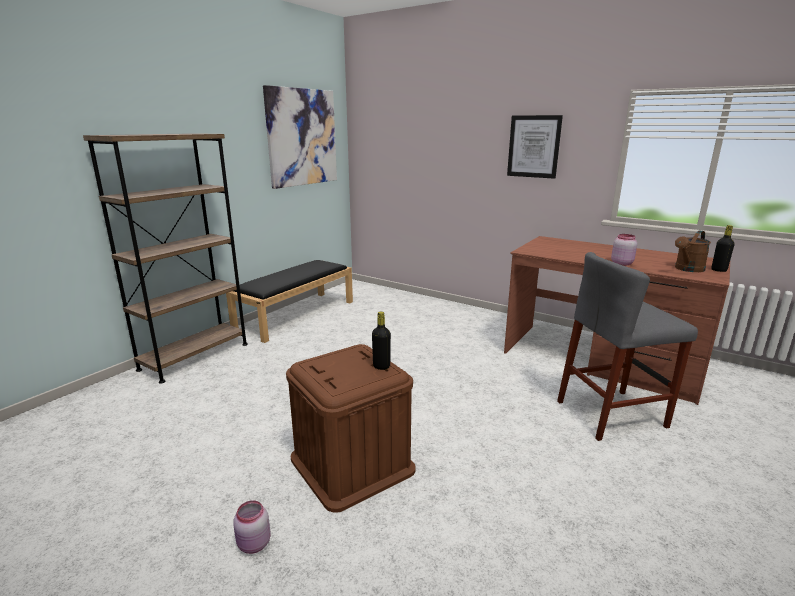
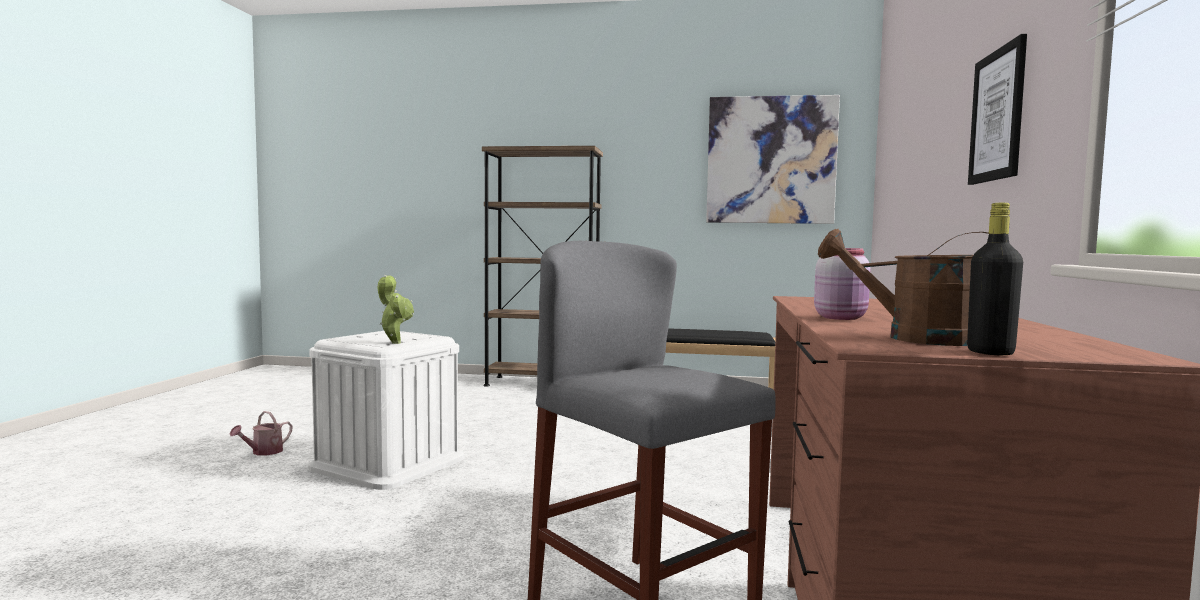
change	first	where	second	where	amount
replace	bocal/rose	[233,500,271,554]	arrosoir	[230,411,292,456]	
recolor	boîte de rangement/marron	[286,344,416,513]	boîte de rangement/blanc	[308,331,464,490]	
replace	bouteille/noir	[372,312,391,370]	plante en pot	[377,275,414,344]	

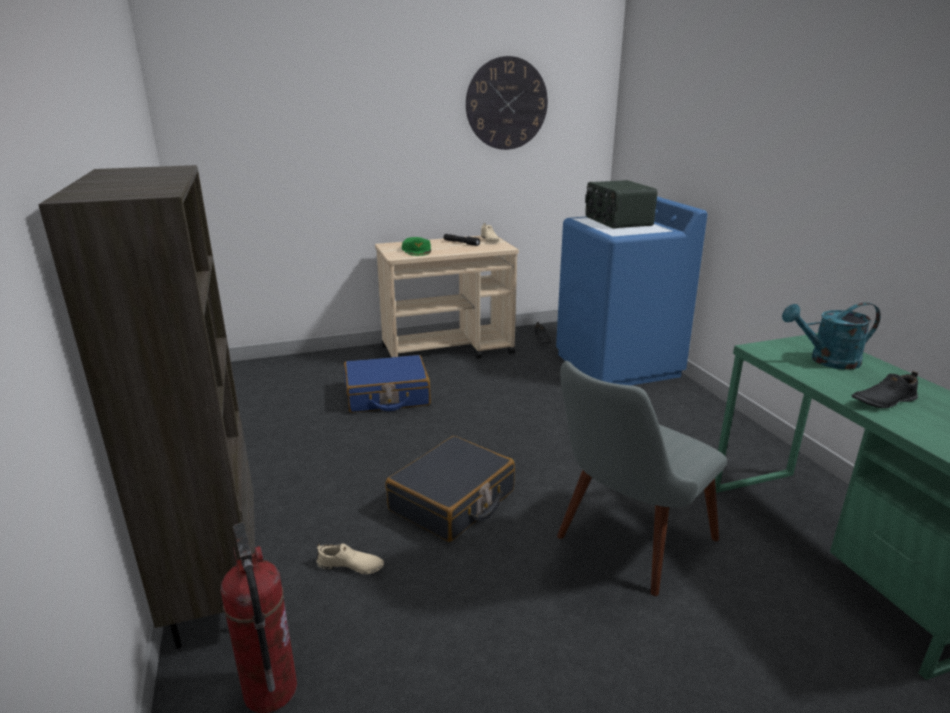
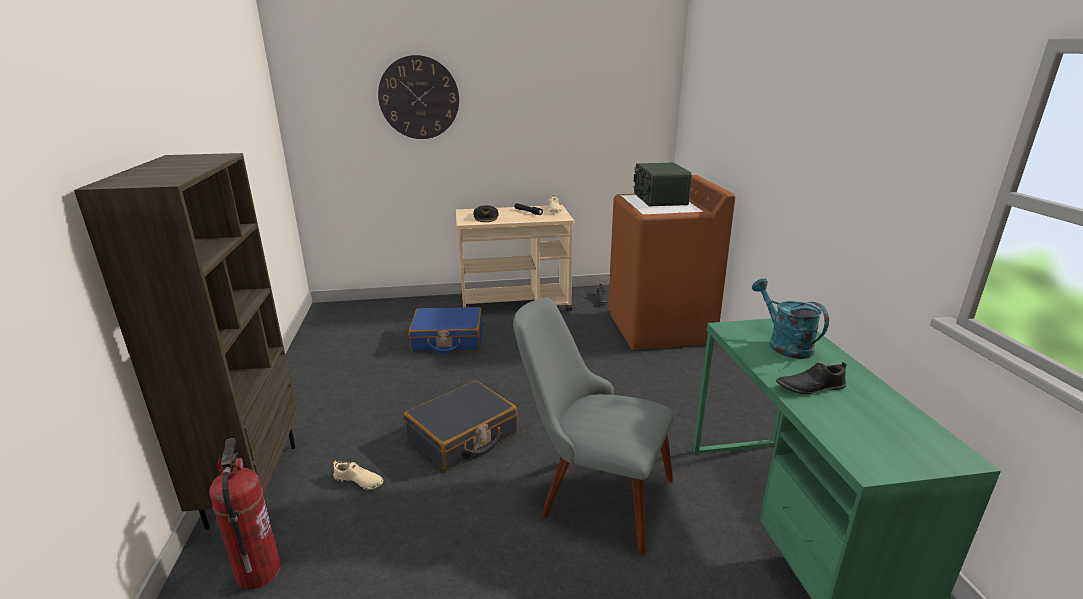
change	first	where	second	where	amount
recolor	casquette/vert	[402,237,431,256]	casquette/noir	[474,205,499,222]	
move	horloge murale	[466,56,548,150]		[378,55,459,139]	
recolor	lave-linge/bleu	[556,197,707,385]	lave-linge/marron	[608,175,736,350]	
rotate	chaise/gris	[557,361,727,596]		[513,298,674,556]	60 degrees clockwise
rotate	arrosoir/turquoise	[782,302,881,370]		[752,278,829,359]	60 degrees clockwise

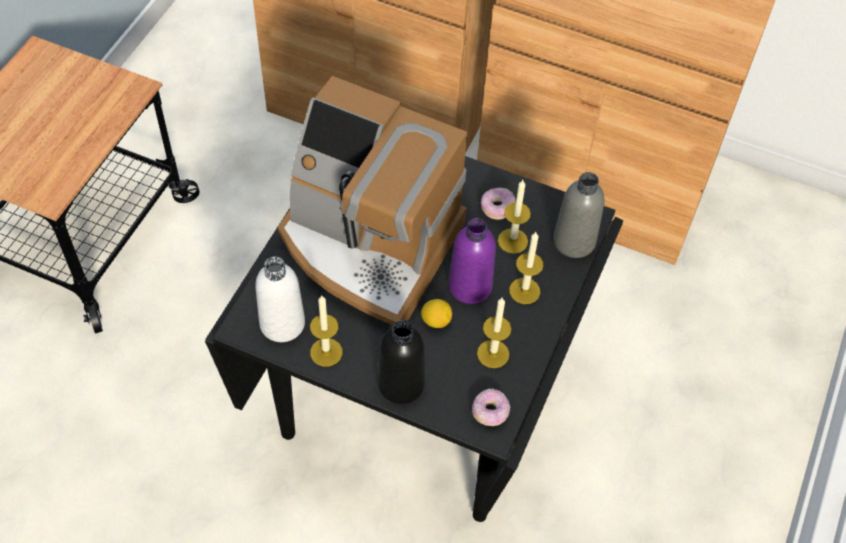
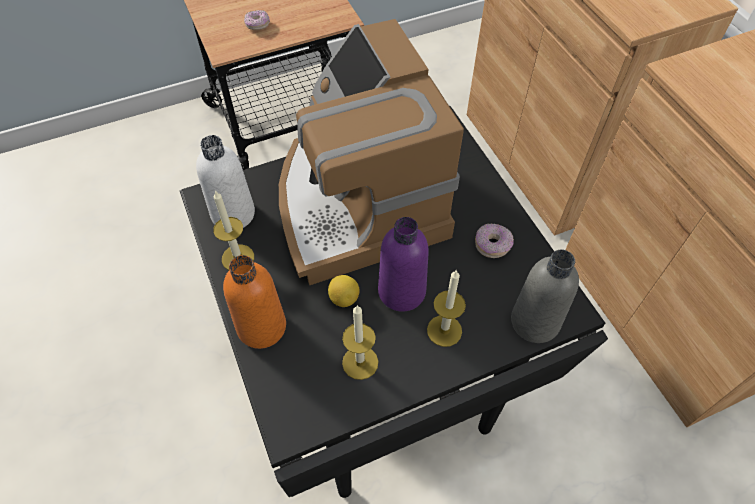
change	first	where	second	where	amount
recolor	bouteille/noir	[378,320,425,404]	bouteille/orange	[223,255,286,349]	
move	beignet	[472,389,510,426]		[244,10,270,30]	
delete	bougie	[498,180,531,253]			

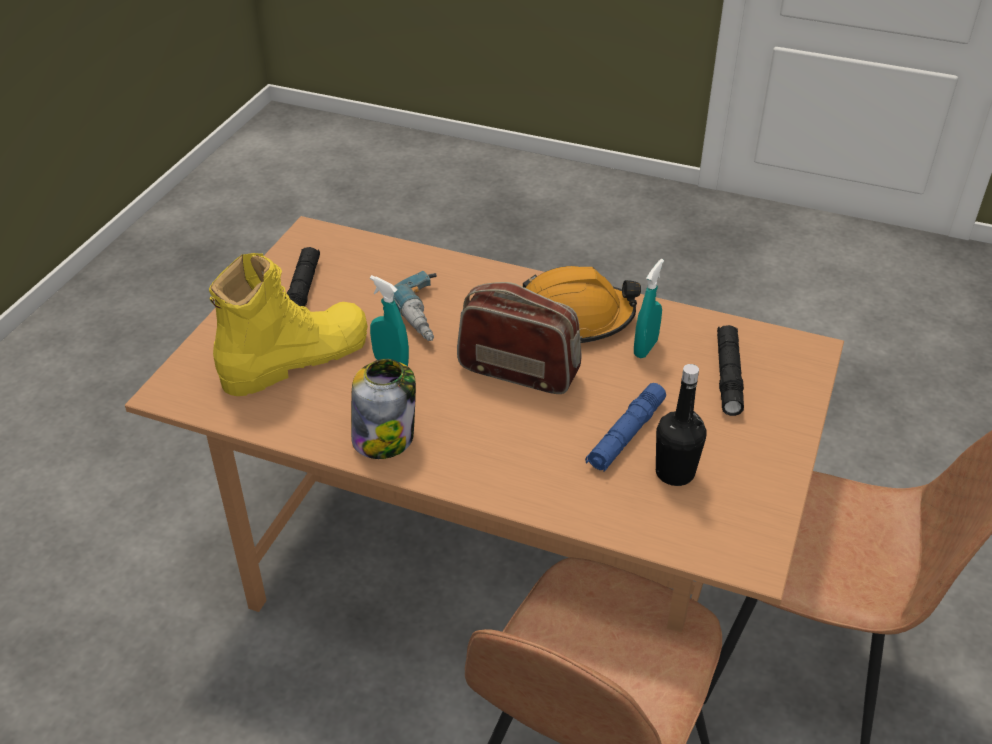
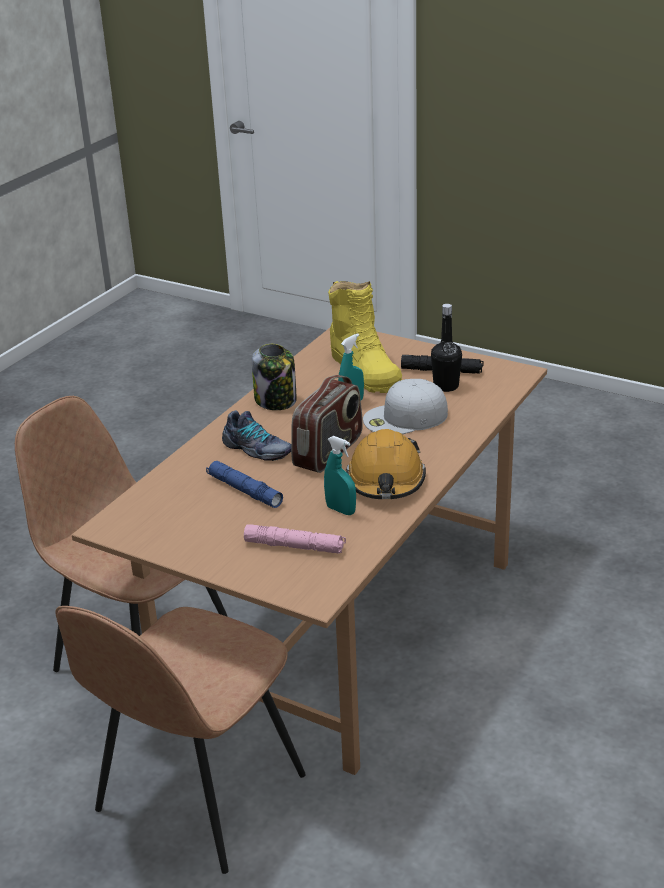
change	first	where	second	where	amount
replace	perceuse	[393,271,437,341]	casquette/blanc	[363,379,448,434]	
move	bouteille/noir	[656,364,707,486]		[431,304,462,392]	
recolor	lampe de poche/noir	[717,325,744,416]	lampe de poche/rose	[244,524,346,554]	
insert			chaussure	[222,410,291,461]	

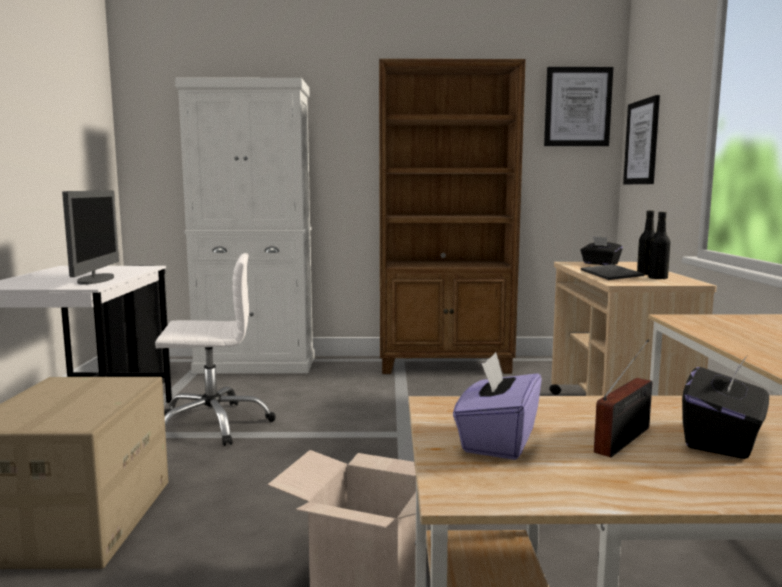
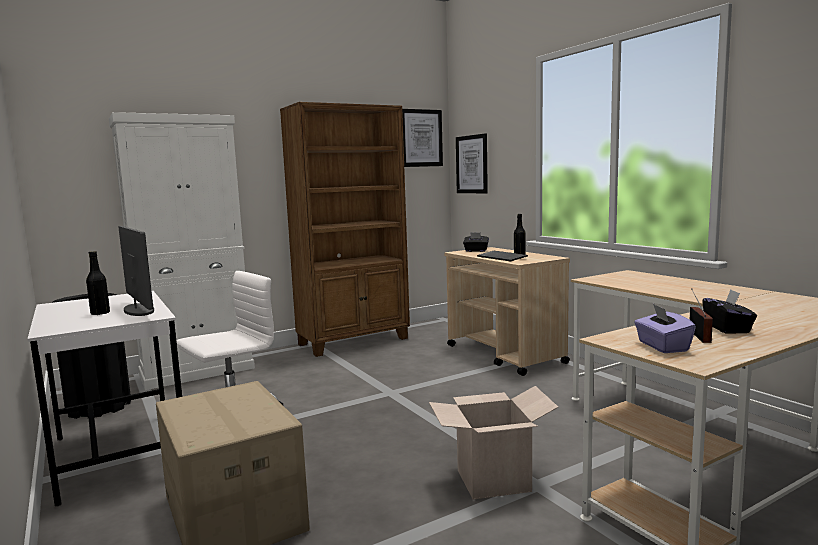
change	first	where	second	where	amount
move	bouteille/noir	[648,212,671,279]		[86,251,110,315]	

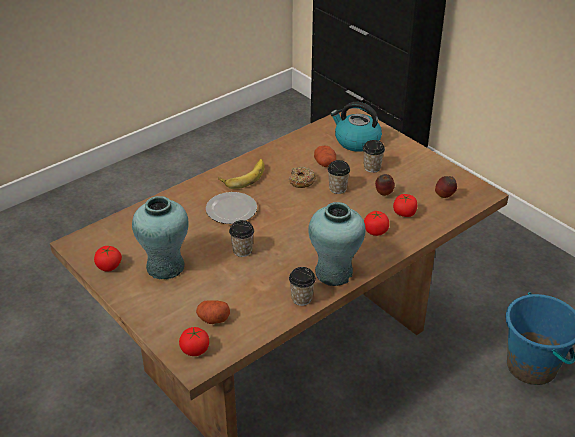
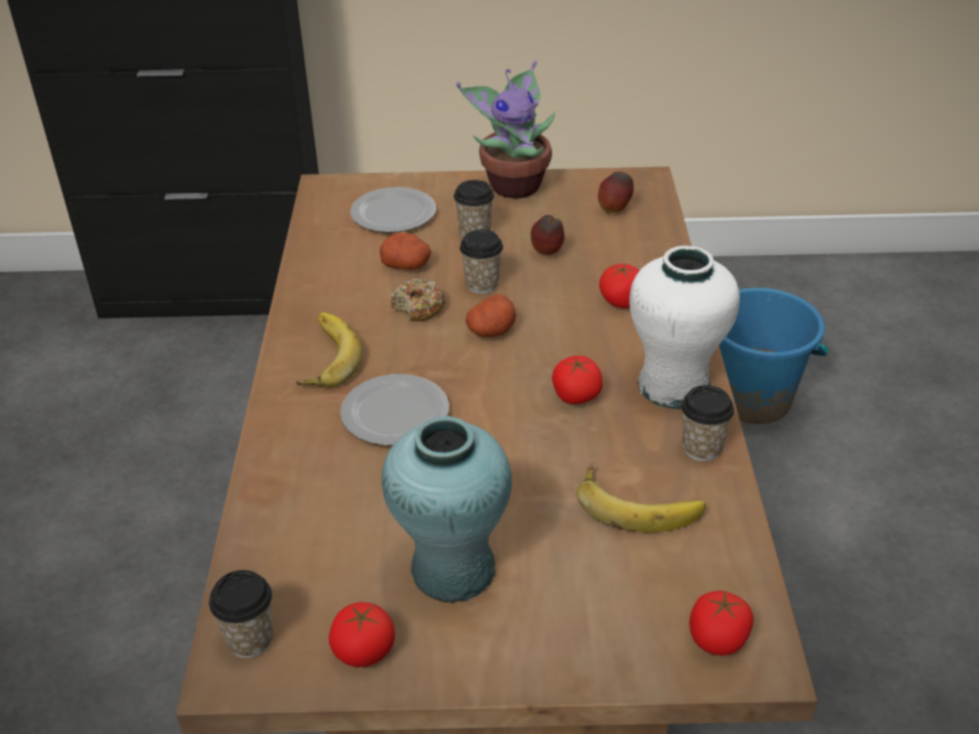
change	first	where	second	where	amount
move	pomme de terre	[196,300,230,324]		[466,294,516,337]	
move	tasse	[229,220,254,257]		[209,570,274,658]	
recolor	vase/turquoise	[308,202,366,286]	vase/blanc	[629,246,740,409]	
replace	bouilloire	[330,102,382,152]	assiette	[350,187,436,233]	
move	tomate	[393,194,417,217]		[552,356,603,404]	
insert			plante en pot	[456,61,555,199]	
insert			banane	[577,463,706,532]	

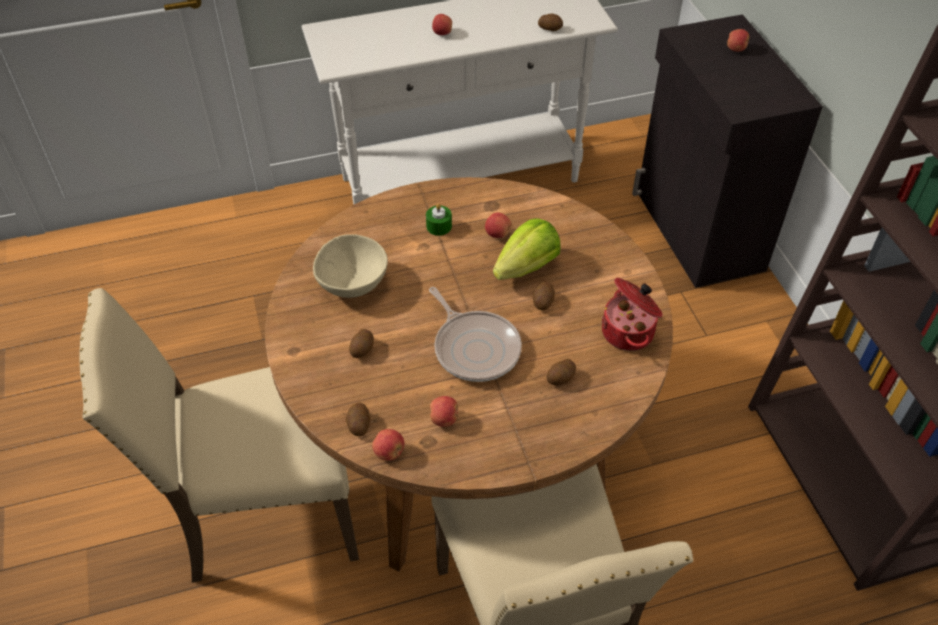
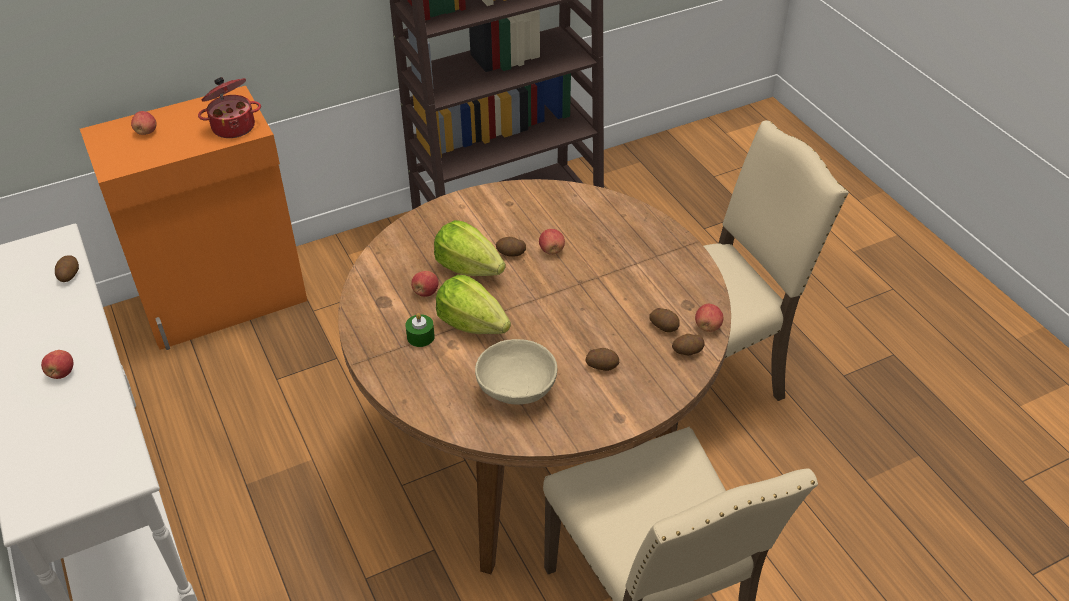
change	first	where	second	where	amount
delete	poêle	[429,287,522,382]			
move	pomme	[430,396,459,427]		[539,229,565,255]	
move	pomme de terre	[547,359,576,385]		[649,308,680,332]	
move	marmite	[601,278,663,351]		[198,77,261,138]	
recolor	meuble de rangement/noir	[632,14,823,288]	meuble de rangement/orange	[80,86,307,350]	
insert			laitue	[436,275,511,334]	

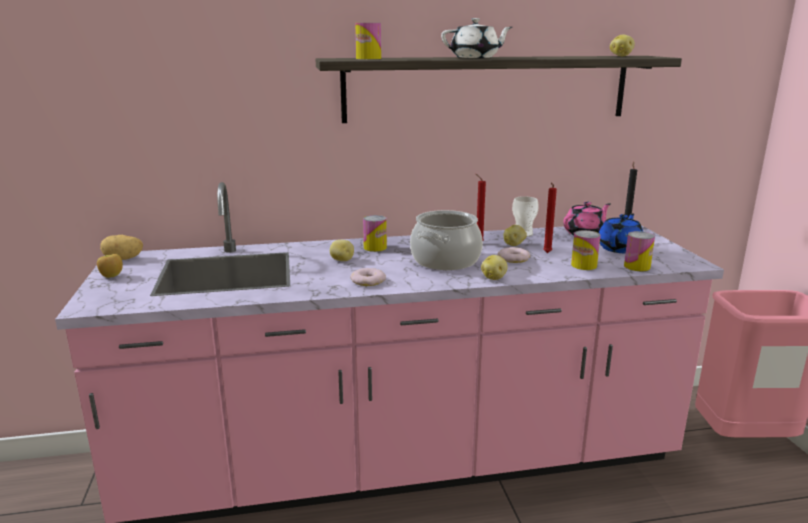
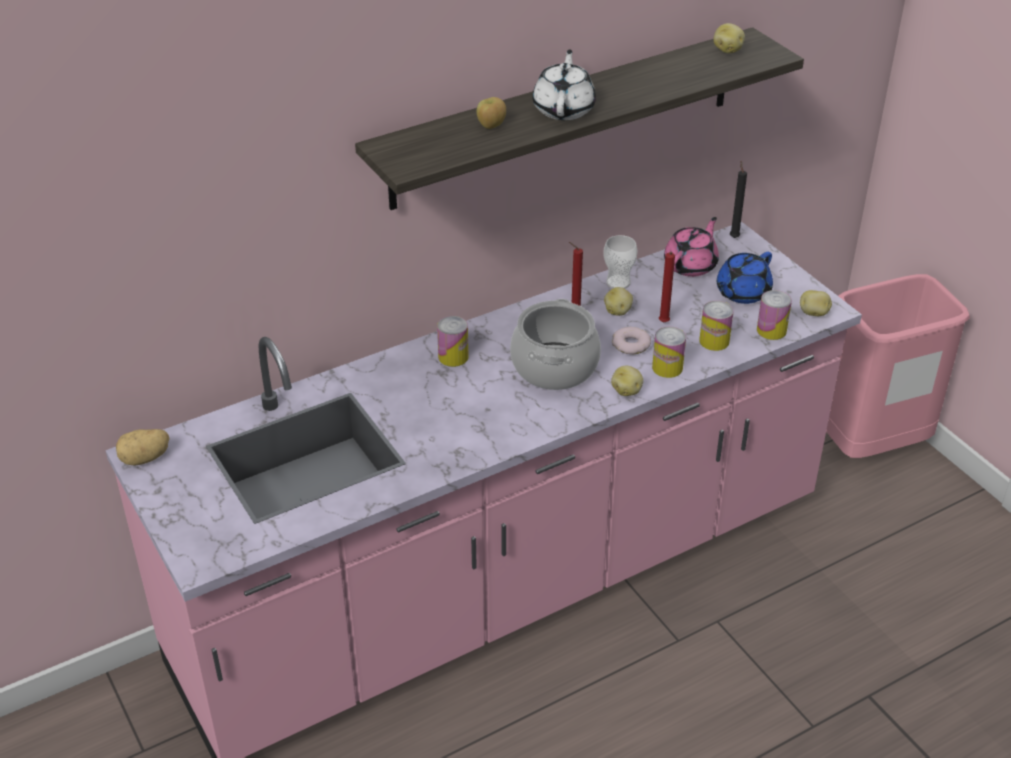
change	first	where	second	where	amount
move	pomme	[97,254,123,278]		[477,97,506,129]	
move	pomme de terre	[330,240,354,261]		[800,290,832,316]	
delete	beignet	[350,268,386,286]			
move	boîte métallique	[355,23,381,59]		[652,327,686,378]	
rotate	théière/blanc	[441,18,512,58]		[533,50,596,120]	45 degrees counterclockwise
rotate	théière/bleu	[599,213,643,253]		[717,252,773,304]	150 degrees counterclockwise

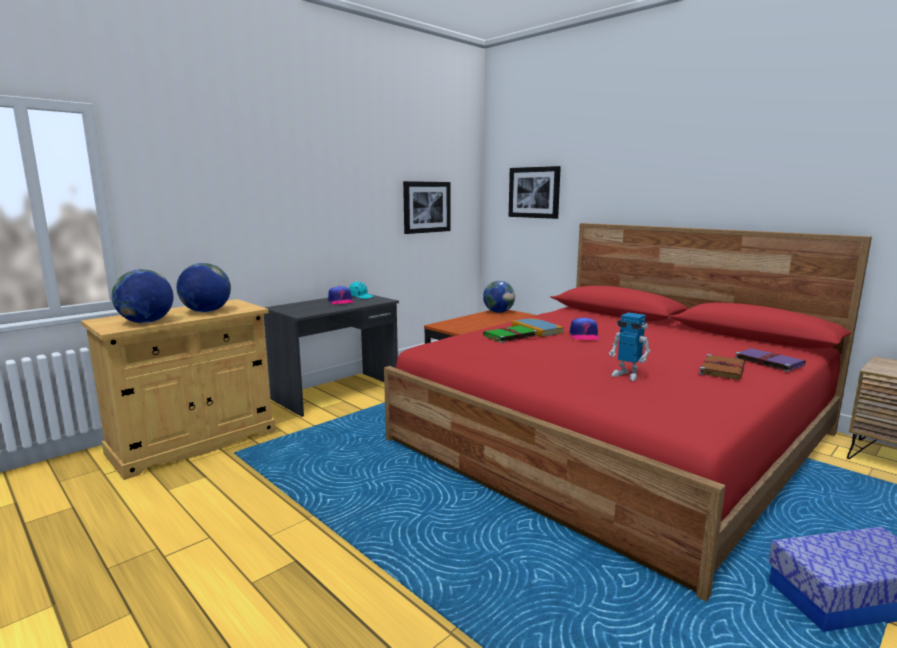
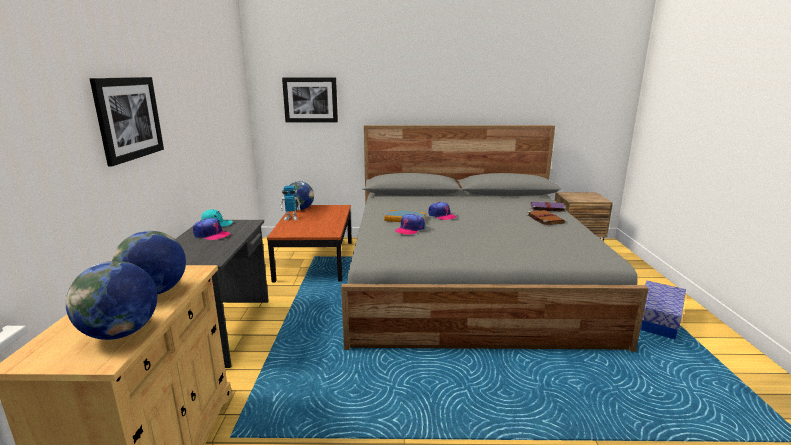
change	first	where	second	where	amount
recolor	lit/rouge	[384,223,872,602]	lit/gris	[341,125,649,352]	
move	tableau	[403,181,451,234]		[90,77,164,167]	
replace	livre/vert	[483,325,537,343]	casquette	[395,214,425,235]	
move	robot jouet	[609,312,650,381]		[280,186,301,221]	

